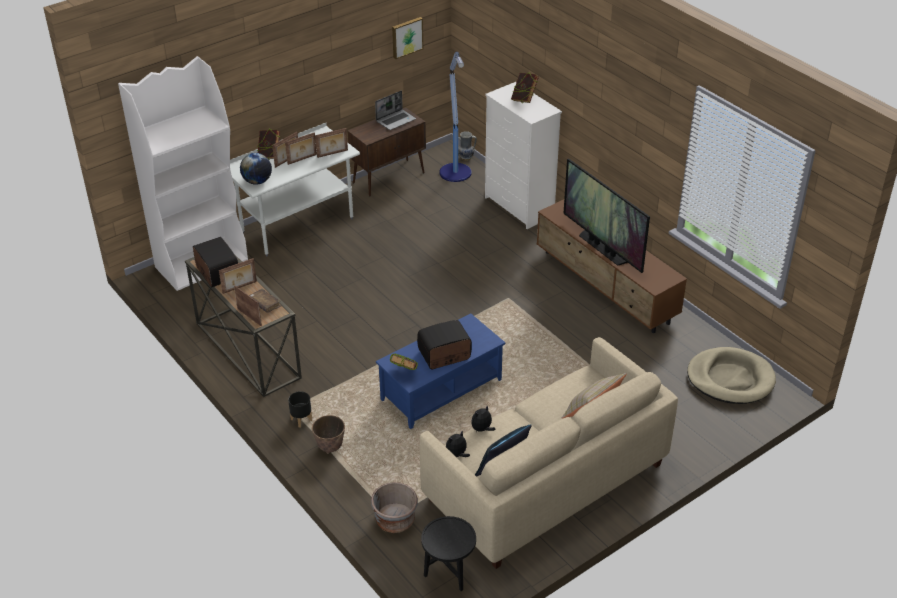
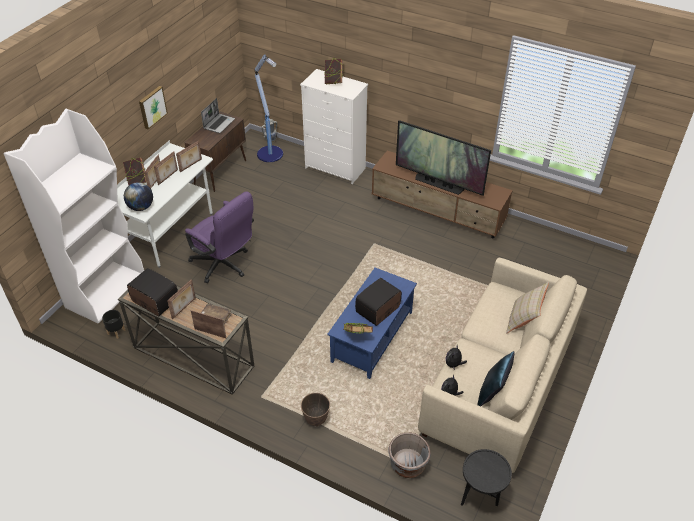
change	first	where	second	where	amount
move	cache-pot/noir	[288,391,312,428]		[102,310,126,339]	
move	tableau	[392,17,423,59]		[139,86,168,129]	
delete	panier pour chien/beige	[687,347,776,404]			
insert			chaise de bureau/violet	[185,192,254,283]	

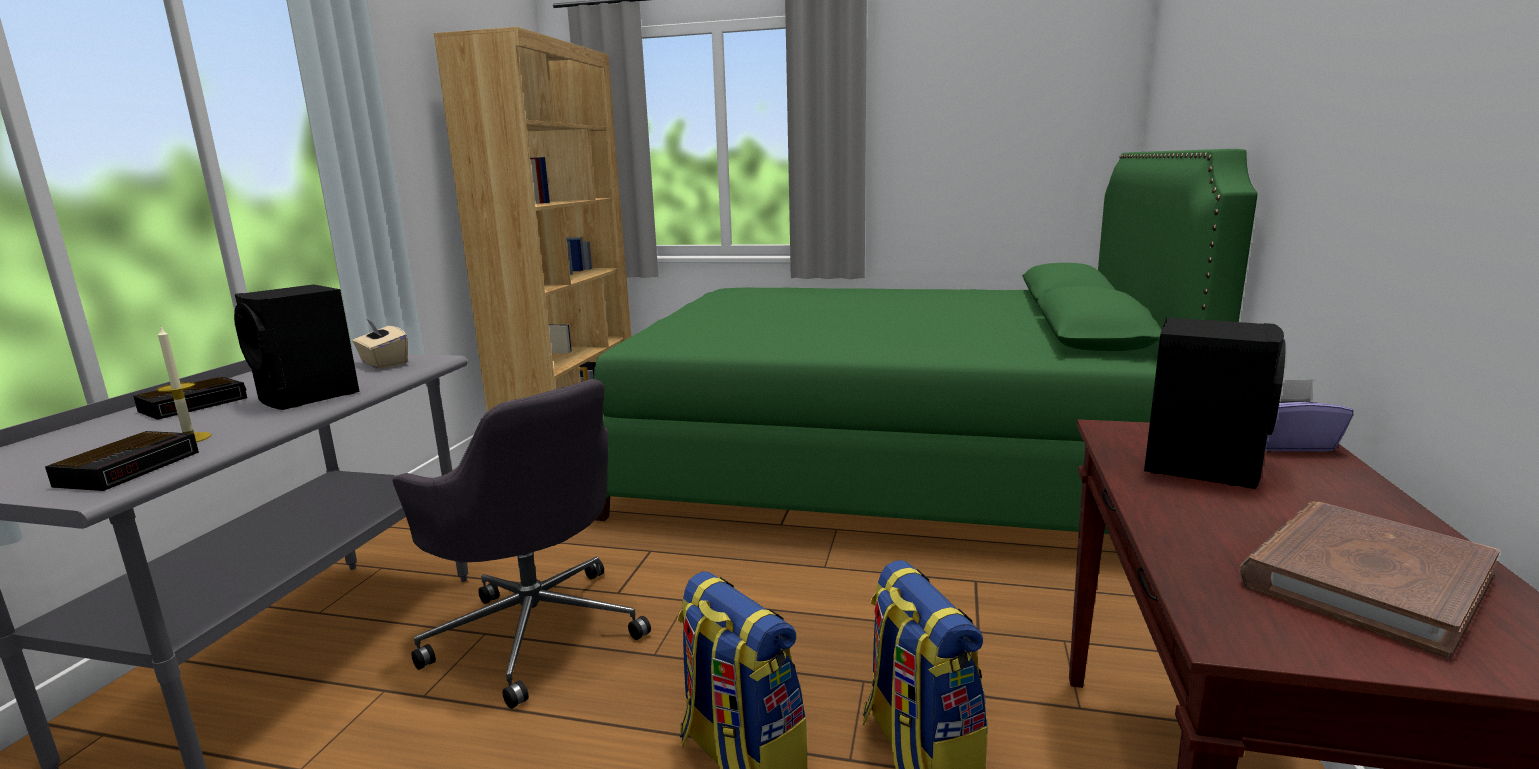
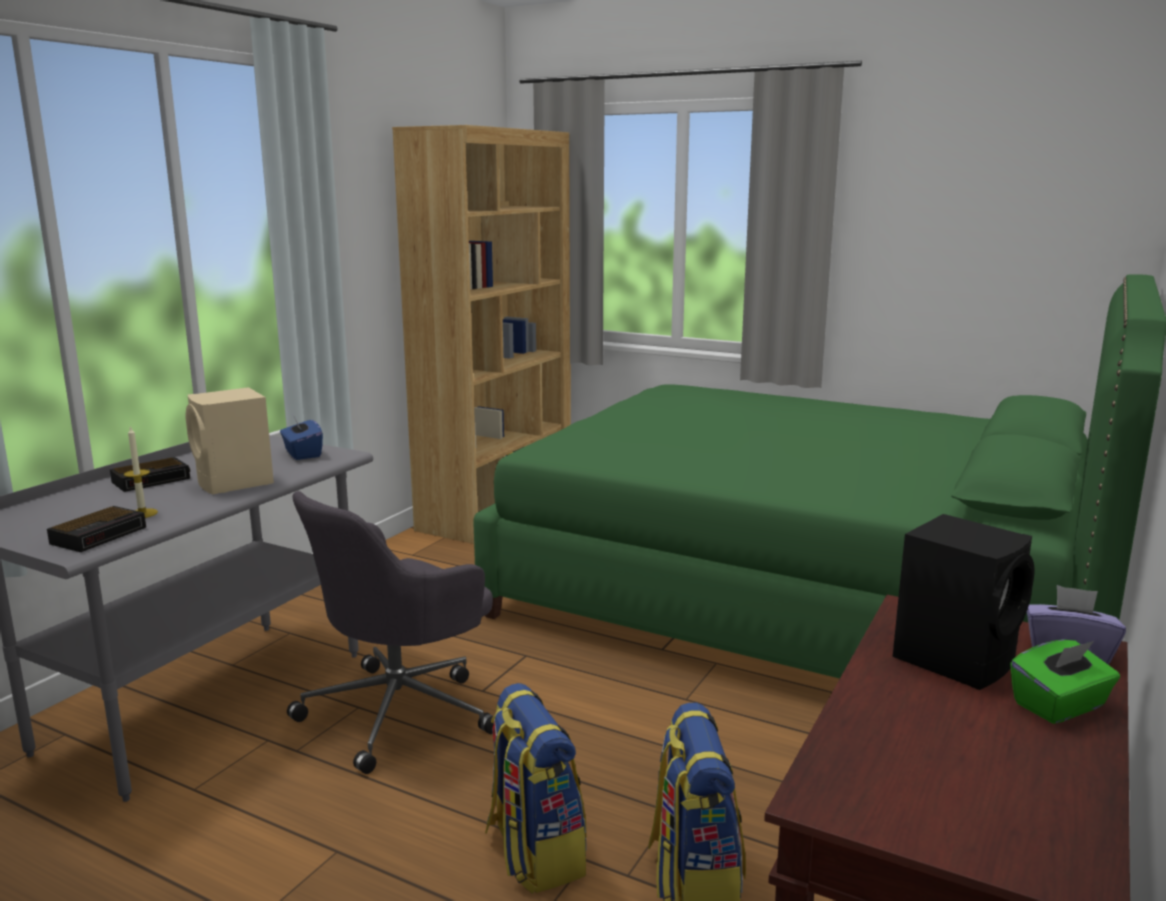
change	first	where	second	where	amount
recolor	enceinte/noir	[234,284,360,410]	enceinte/beige	[186,387,274,495]	
recolor	boîte à mouchoirs/beige	[352,320,408,369]	boîte à mouchoirs/bleu	[280,415,323,460]	
rotate	chaise de bureau/gris	[392,379,651,709]		[287,491,493,774]	75 degrees clockwise
delete	livre/marron	[1240,502,1500,659]			
insert			boîte à mouchoirs/vert	[1010,639,1120,724]	

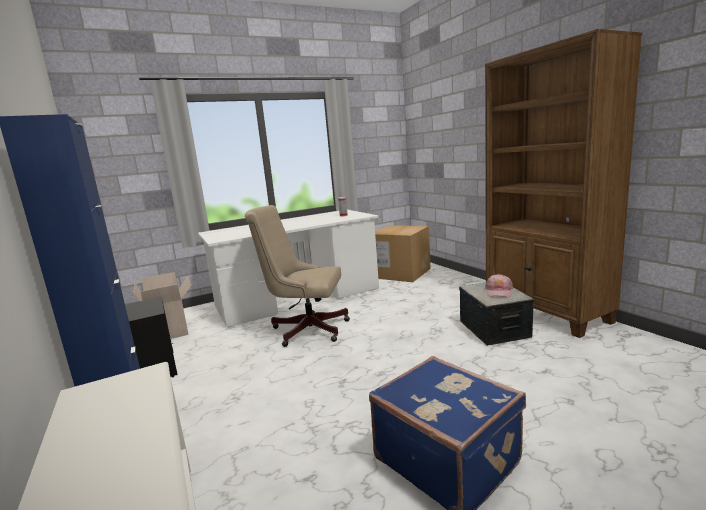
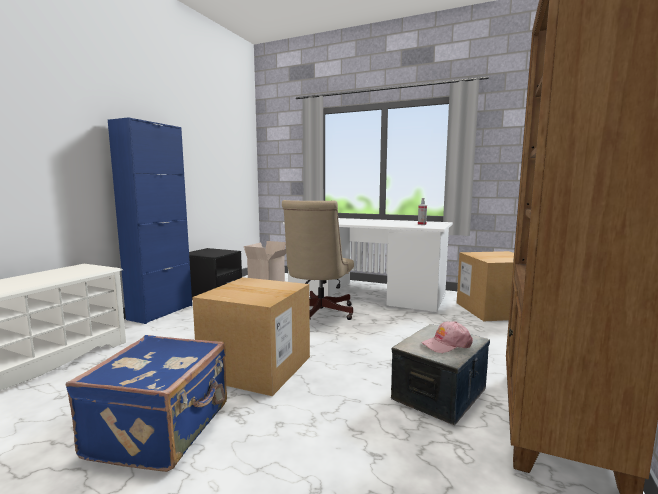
change	first	where	second	where	amount
rotate	chaise de bureau/beige	[245,205,350,347]		[282,200,354,320]	135 degrees counterclockwise
insert			carton	[192,277,310,396]	

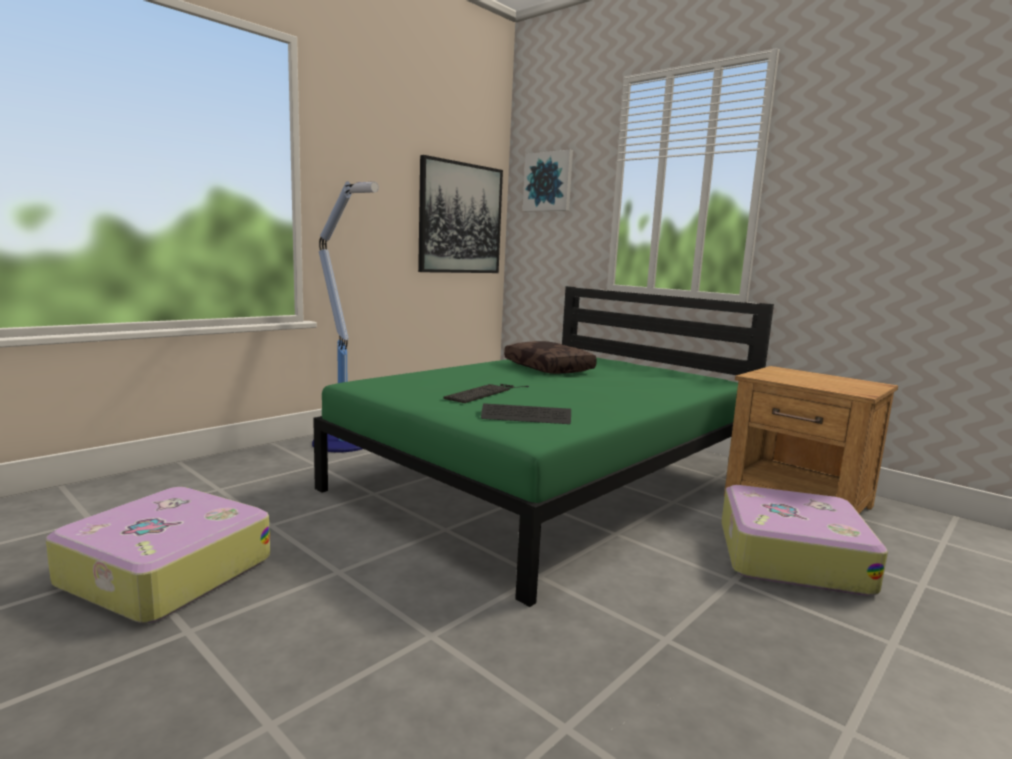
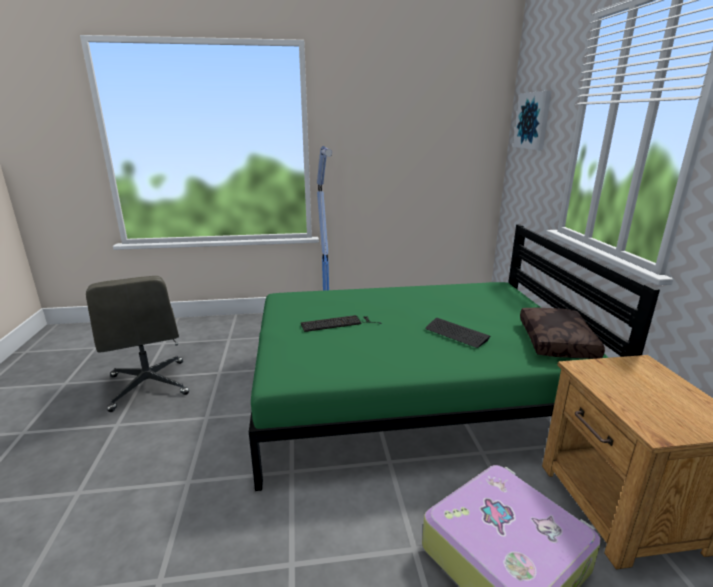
change	first	where	second	where	amount
replace	valise	[46,487,270,623]	chaise de bureau/gris	[86,276,189,412]	
delete	tableau	[418,155,503,273]			
move	clavier	[481,403,571,424]		[425,317,490,348]	
move	coussin/marron	[504,341,597,374]		[520,307,605,359]	

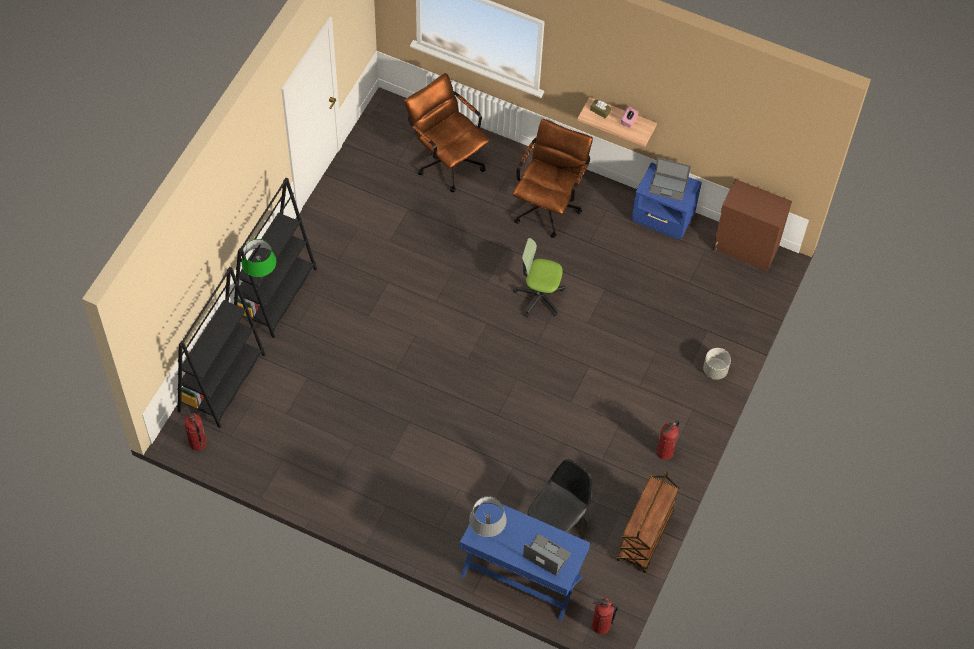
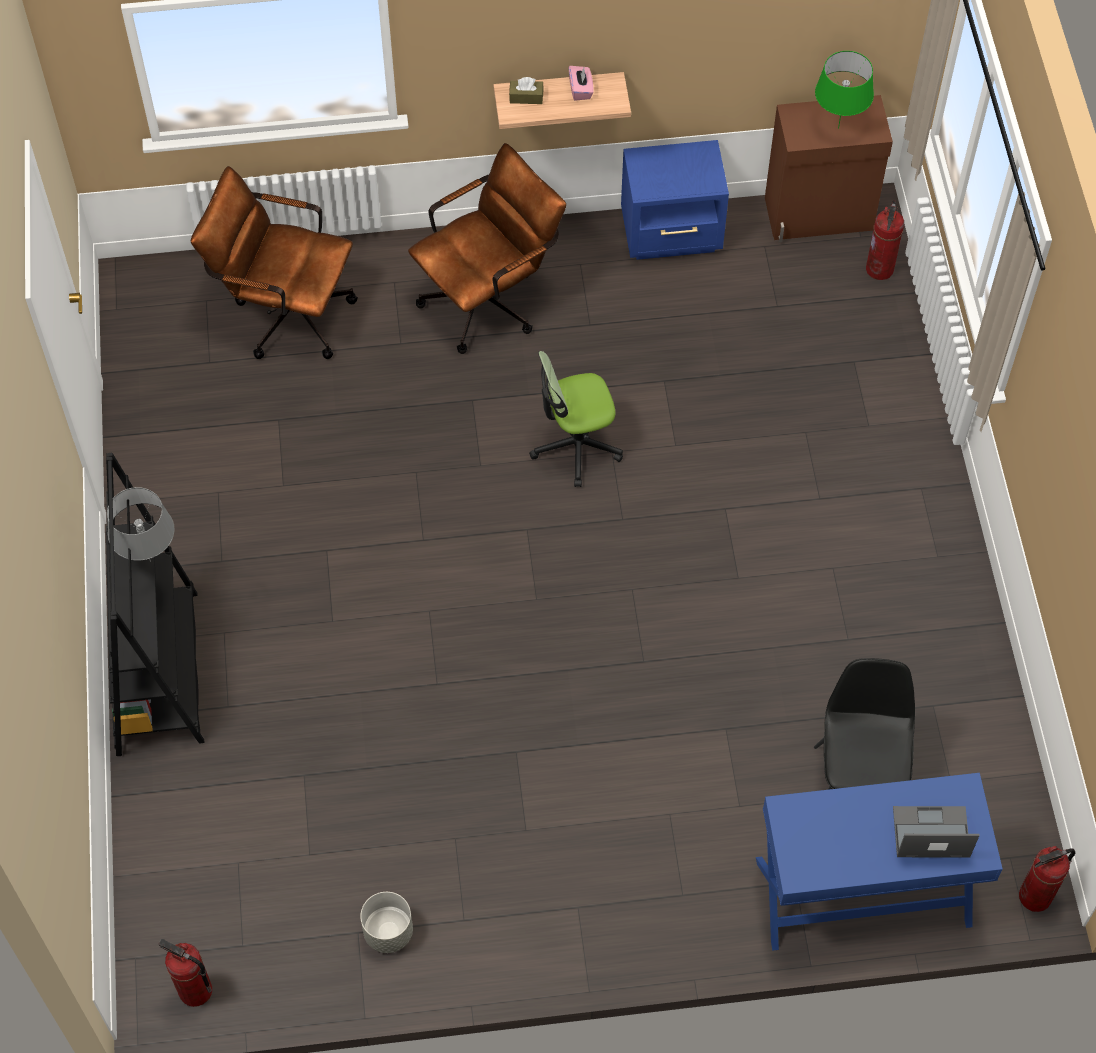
change	first	where	second	where	amount
delete	bibliothèque/noir	[177,267,265,428]			
move	lampe de table/vert	[242,239,276,279]		[815,51,874,129]	
move	lampe de table/gris	[469,496,507,537]		[107,487,175,562]	
rotate	chaise de bureau/marron	[513,119,593,238]		[408,143,566,354]	60 degrees clockwise
delete	chariot/marron	[616,471,679,573]			
delete	ordinateur portable	[649,157,691,201]			
move	extincteur	[656,421,679,460]		[866,200,904,280]	
move	cache-pot/gris	[703,348,731,380]		[360,892,413,953]	

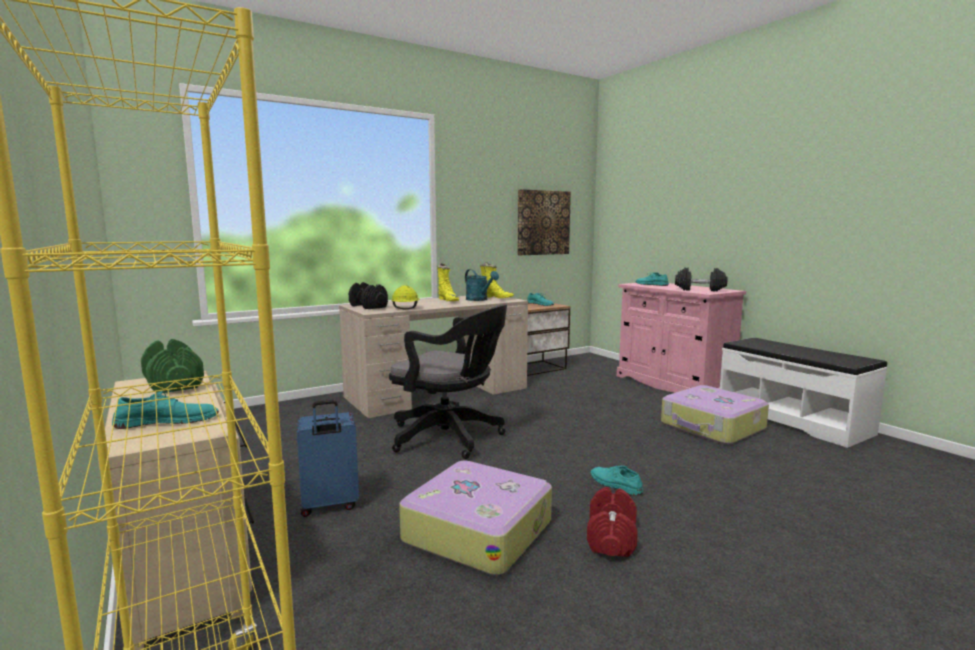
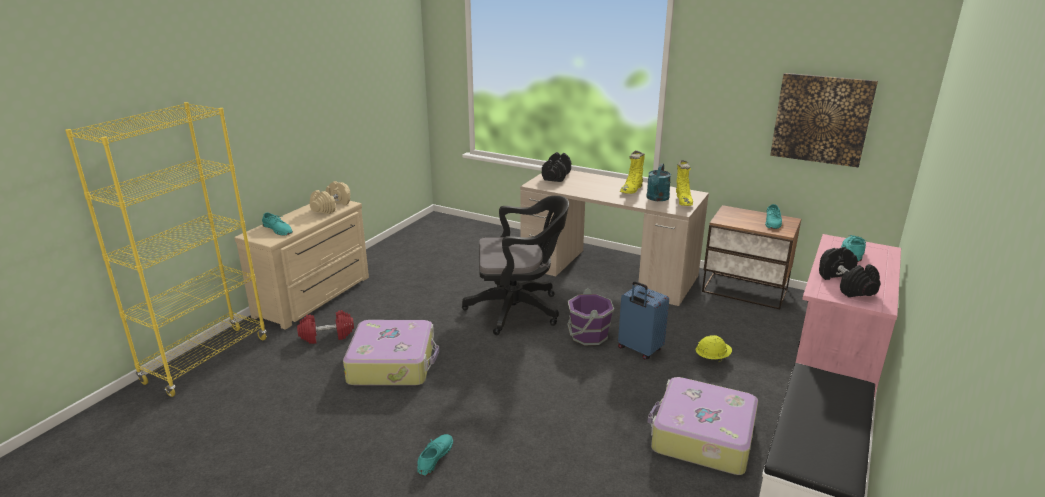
change	first	where	second	where	amount
recolor	haltère/vert	[141,339,204,393]	haltère/beige	[309,181,350,214]	
move	valise/bleu	[297,400,359,517]		[618,281,669,359]	
rotate	chaise de bureau/noir	[389,304,507,459]		[462,195,569,335]	90 degrees counterclockwise
move	casque de chantier/jaune	[391,285,420,309]		[696,335,732,363]	
move	haltère/rouge	[587,487,638,557]		[297,310,354,344]	
move	chaussure/turquoise	[591,465,643,496]		[417,434,453,476]	
insert			seau/violet	[567,288,614,345]	

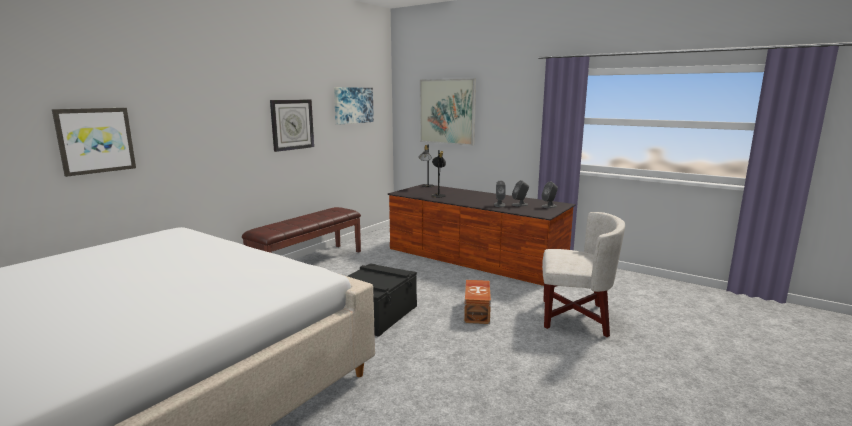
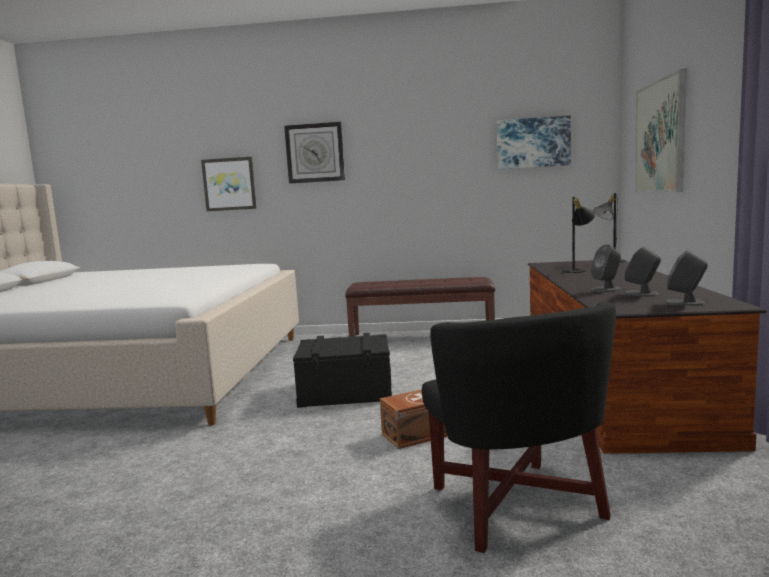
change	first	where	second	where	amount
move	horloge murale	[270,100,314,152]		[284,122,345,184]	
recolor	fauteuil/blanc	[542,212,625,337]	fauteuil/noir	[422,302,616,553]	

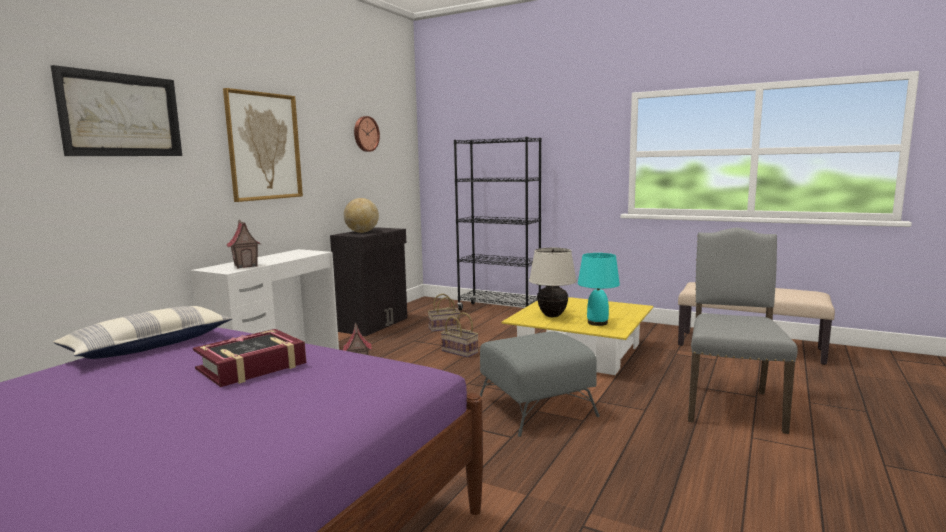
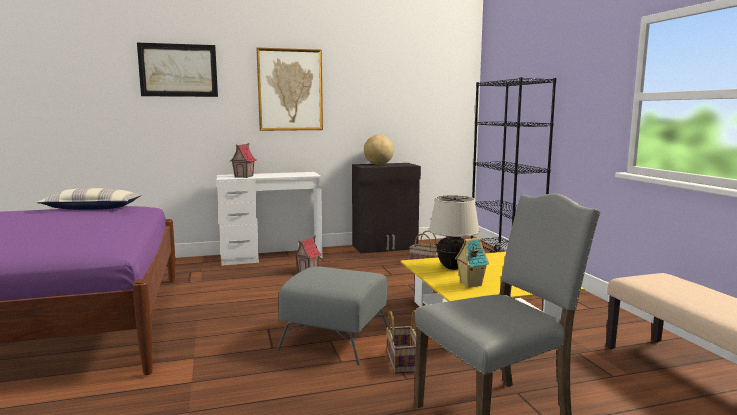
change	first	where	second	where	amount
delete	livre	[193,329,306,387]			
delete	horloge murale	[354,116,380,152]			
move	panier	[441,312,479,358]		[386,310,416,374]	
replace	lampe de table/turquoise	[578,253,620,326]	maison miniature	[455,238,489,288]	

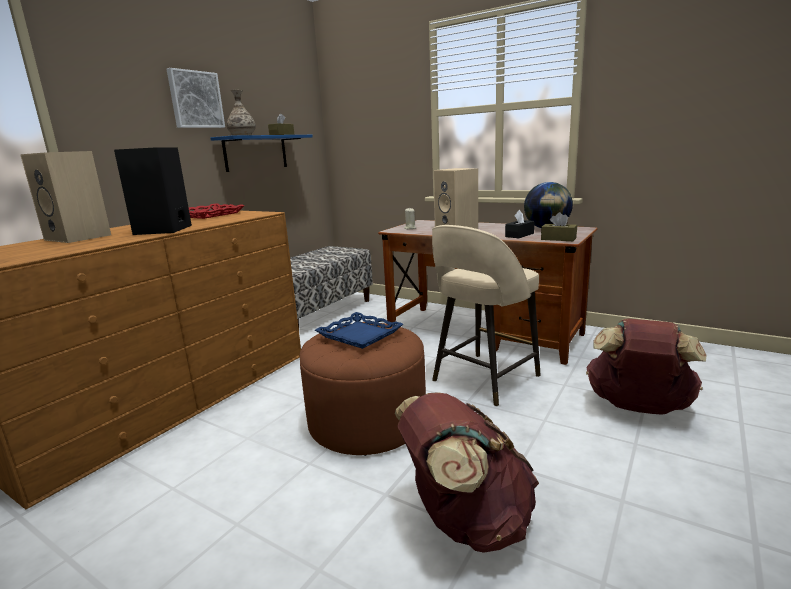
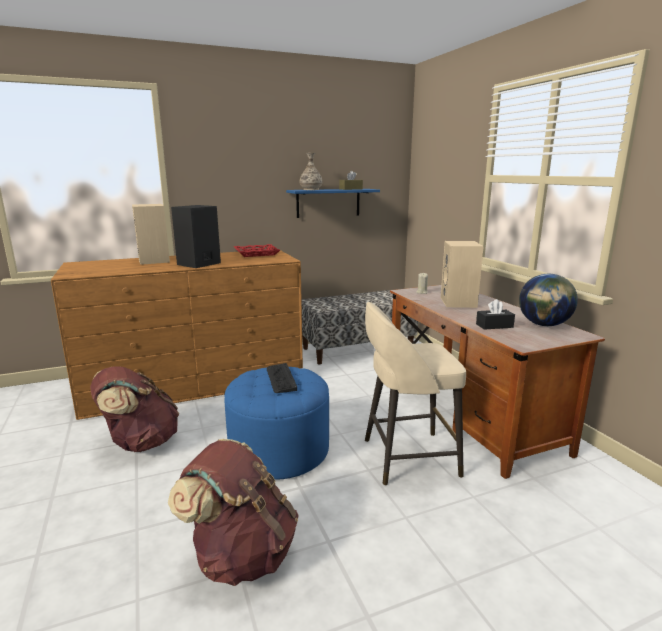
change	first	where	second	where	amount
delete	tableau	[167,68,225,128]			
recolor	pouf/marron	[300,322,426,456]	pouf/bleu	[225,367,329,480]	
replace	plateau/bleu	[315,312,403,349]	clavier	[267,363,297,393]	
delete	boîte à mouchoirs/marron	[541,212,577,241]			
move	sac à dos/marron	[586,318,706,415]		[90,366,179,452]	

